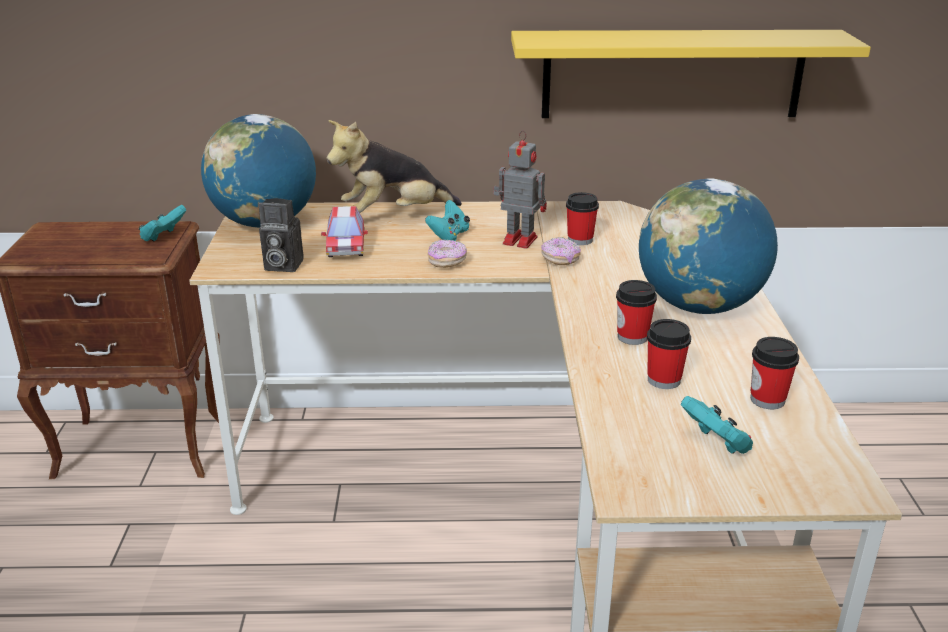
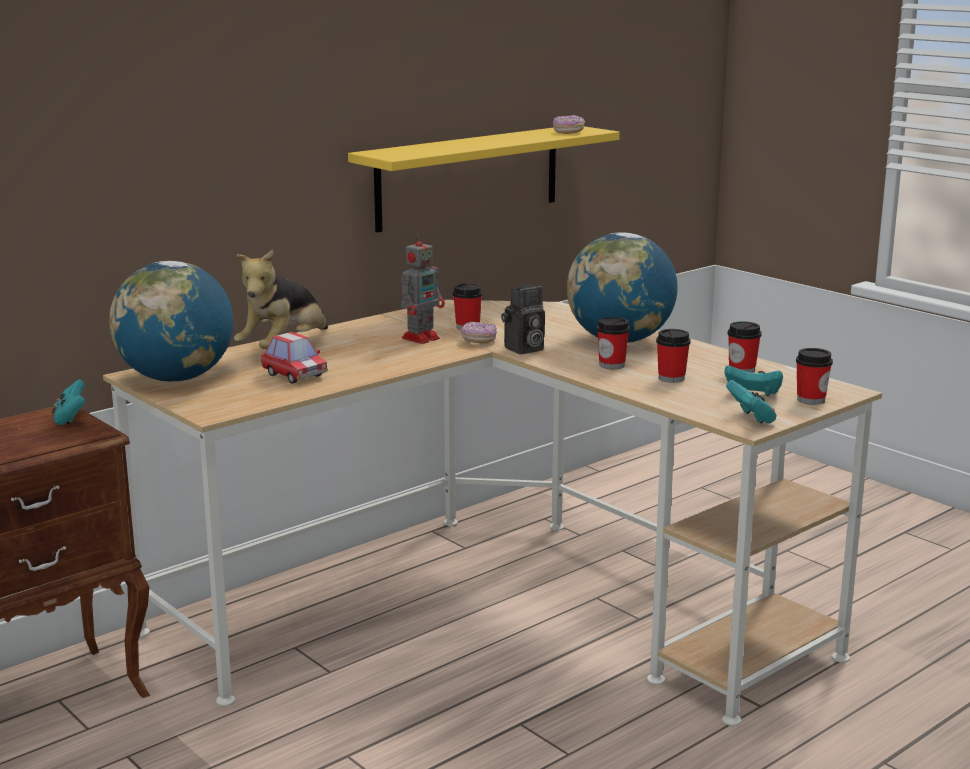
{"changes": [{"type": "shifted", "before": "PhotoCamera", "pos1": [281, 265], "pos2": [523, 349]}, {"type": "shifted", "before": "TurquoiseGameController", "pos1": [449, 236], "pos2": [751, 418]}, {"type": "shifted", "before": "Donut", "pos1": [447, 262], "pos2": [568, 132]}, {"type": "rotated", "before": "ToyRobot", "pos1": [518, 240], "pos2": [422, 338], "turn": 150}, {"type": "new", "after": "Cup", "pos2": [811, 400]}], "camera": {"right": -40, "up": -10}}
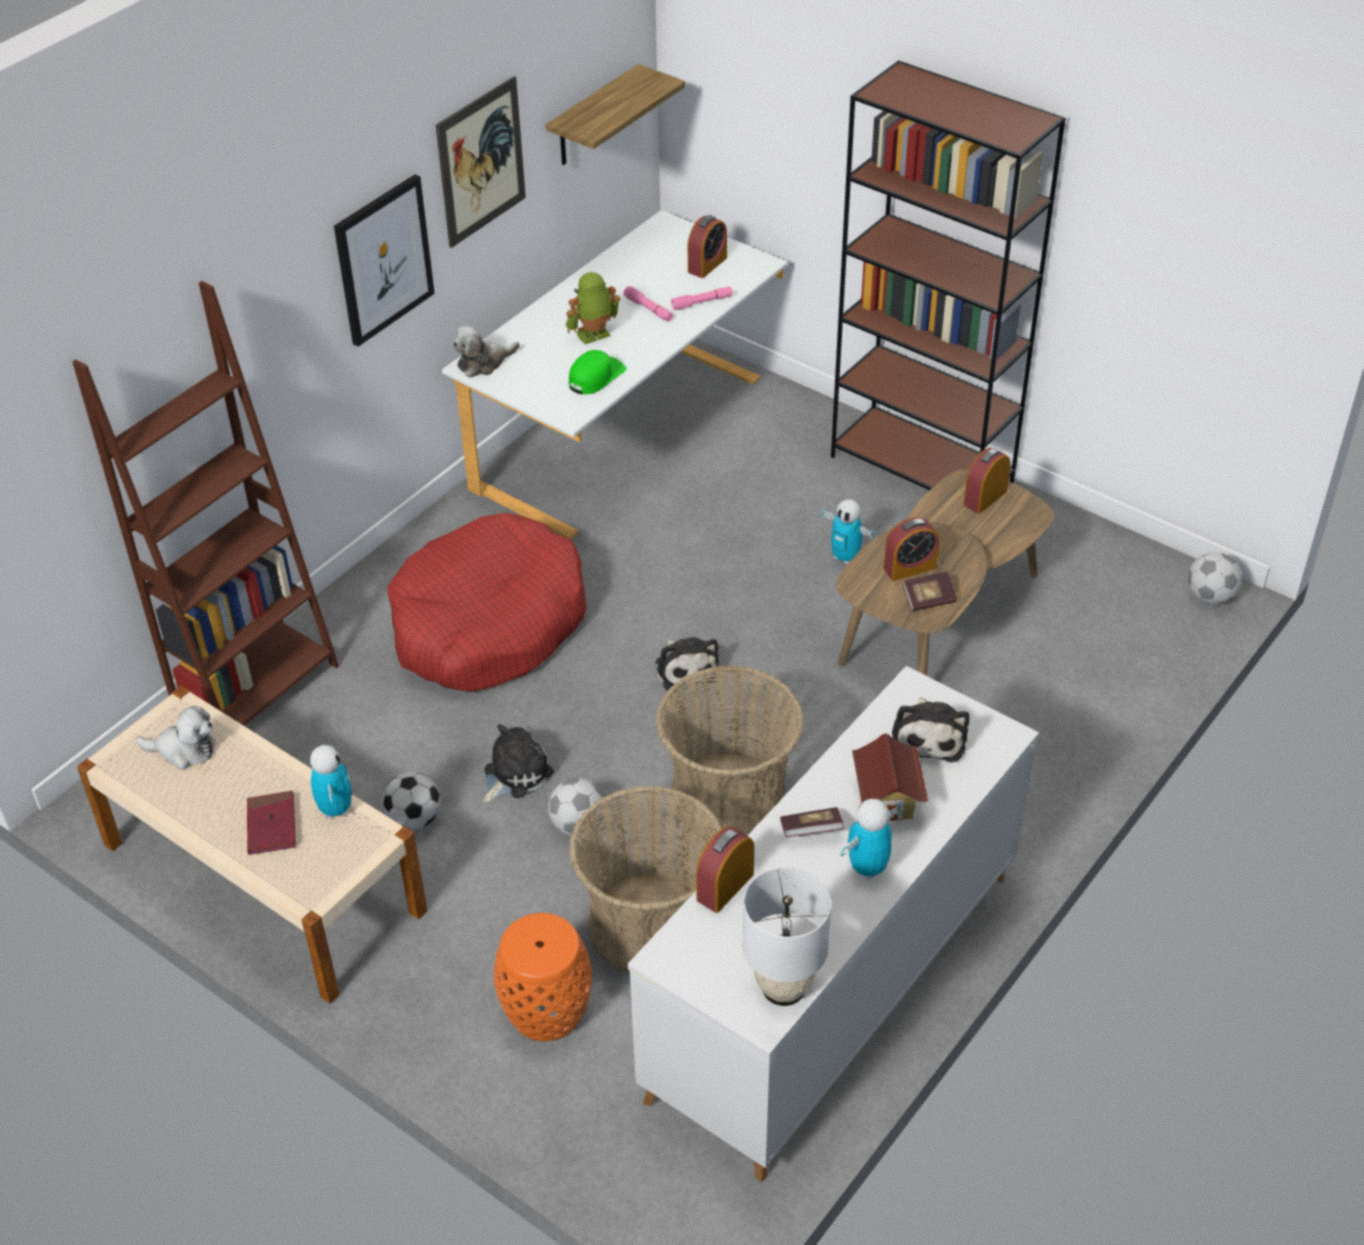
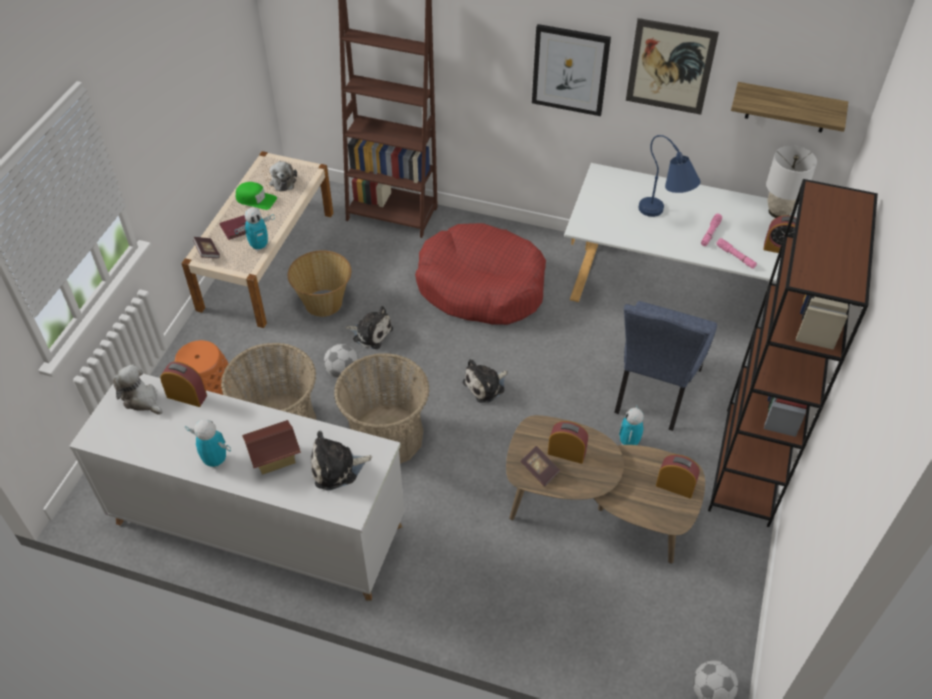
{"changes": [{"type": "swapped", "before": "Football", "after": "Basket", "pos1": [414, 819], "pos2": [324, 303]}, {"type": "shifted", "before": "PlushToy", "pos1": [484, 363], "pos2": [141, 399]}, {"type": "swapped", "before": "ToyRobot", "after": "BlueTableLamp", "pos1": [594, 336], "pos2": [664, 216]}, {"type": "shifted", "before": "GreenCap", "pos1": [596, 376], "pos2": [256, 199]}, {"type": "shifted", "before": "WhiteTableLamp", "pos1": [783, 988], "pos2": [778, 212]}, {"type": "shifted", "before": "Book", "pos1": [811, 831], "pos2": [207, 252]}, {"type": "rotated", "before": "AlarmClock", "pos1": [910, 568], "pos2": [566, 453], "turn": 150}, {"type": "new", "after": "BlueChair", "pos2": [655, 387]}], "camera": {"right": 70, "up": 5}}
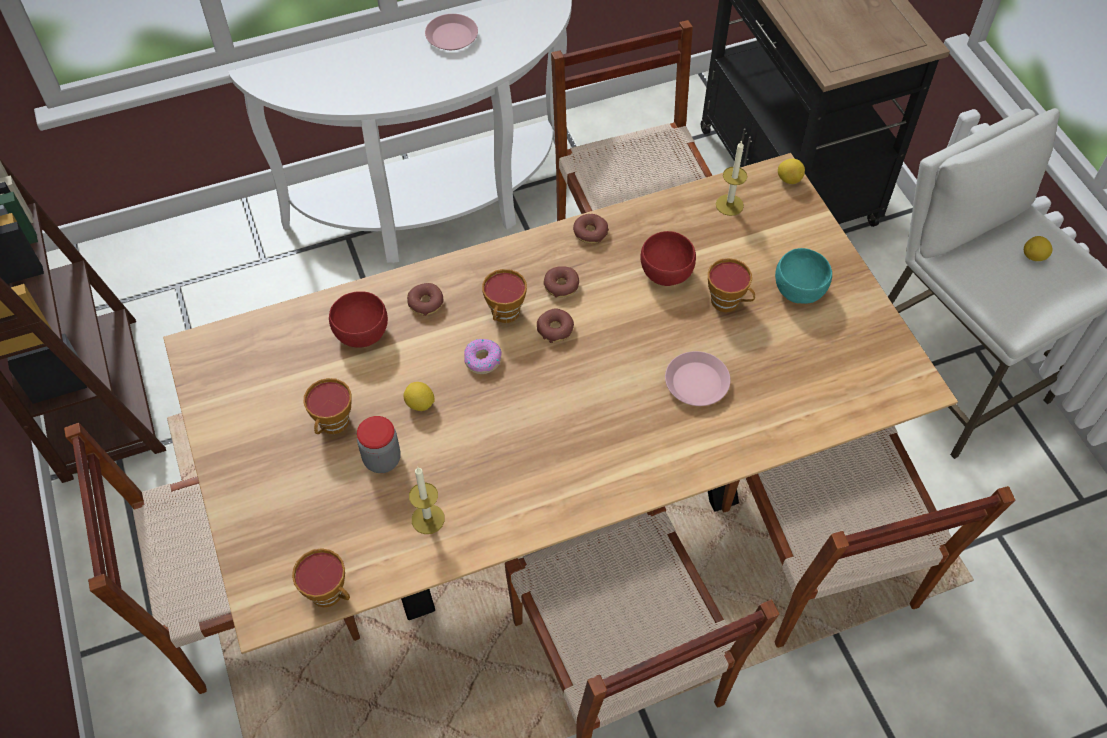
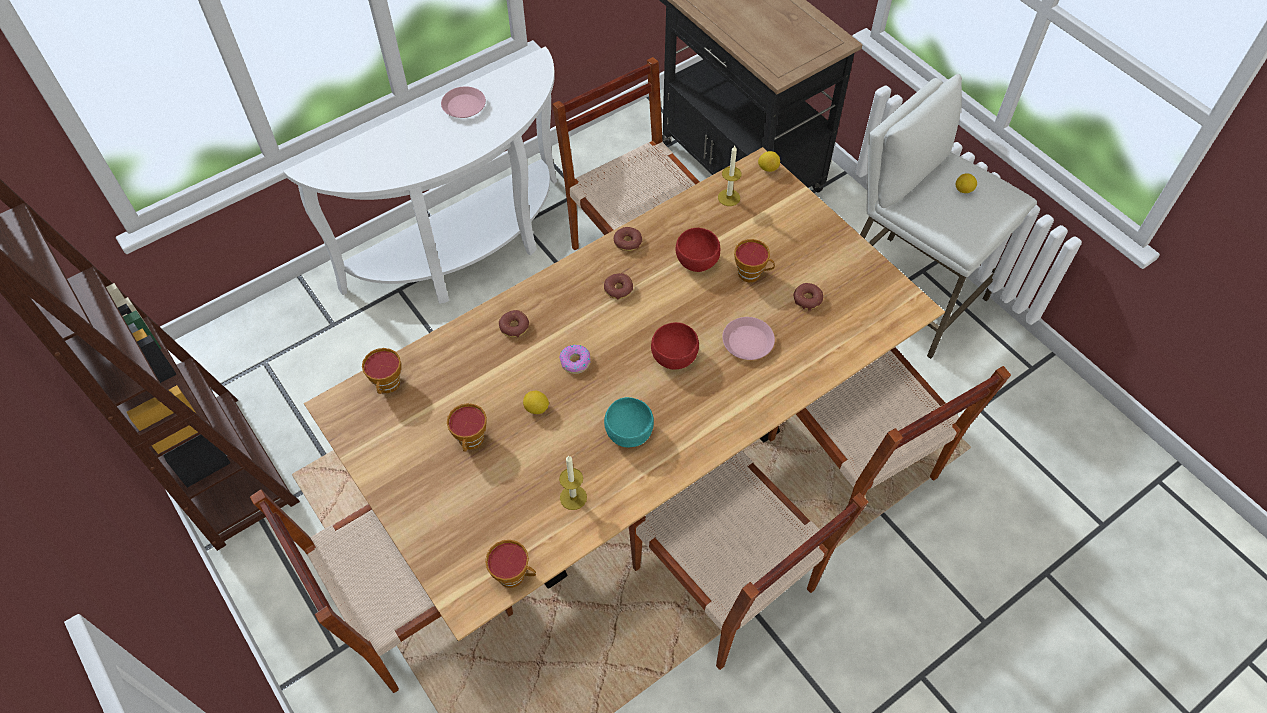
{"changes": [{"type": "shifted", "before": "RedBowl", "pos1": [360, 332], "pos2": [673, 356]}, {"type": "gone", "before": "Jar", "pos1": [382, 459]}, {"type": "shifted", "before": "Cup", "pos1": [505, 314], "pos2": [388, 385]}, {"type": "shifted", "before": "Donut", "pos1": [555, 329], "pos2": [807, 299]}, {"type": "shifted", "before": "TurquoiseBowl", "pos1": [799, 289], "pos2": [628, 431]}], "camera": {"right": -15, "up": 0}}
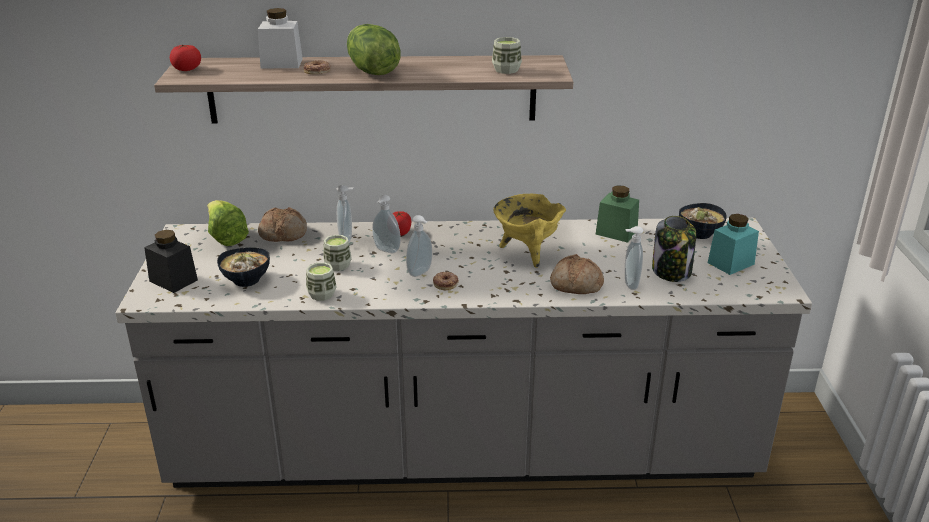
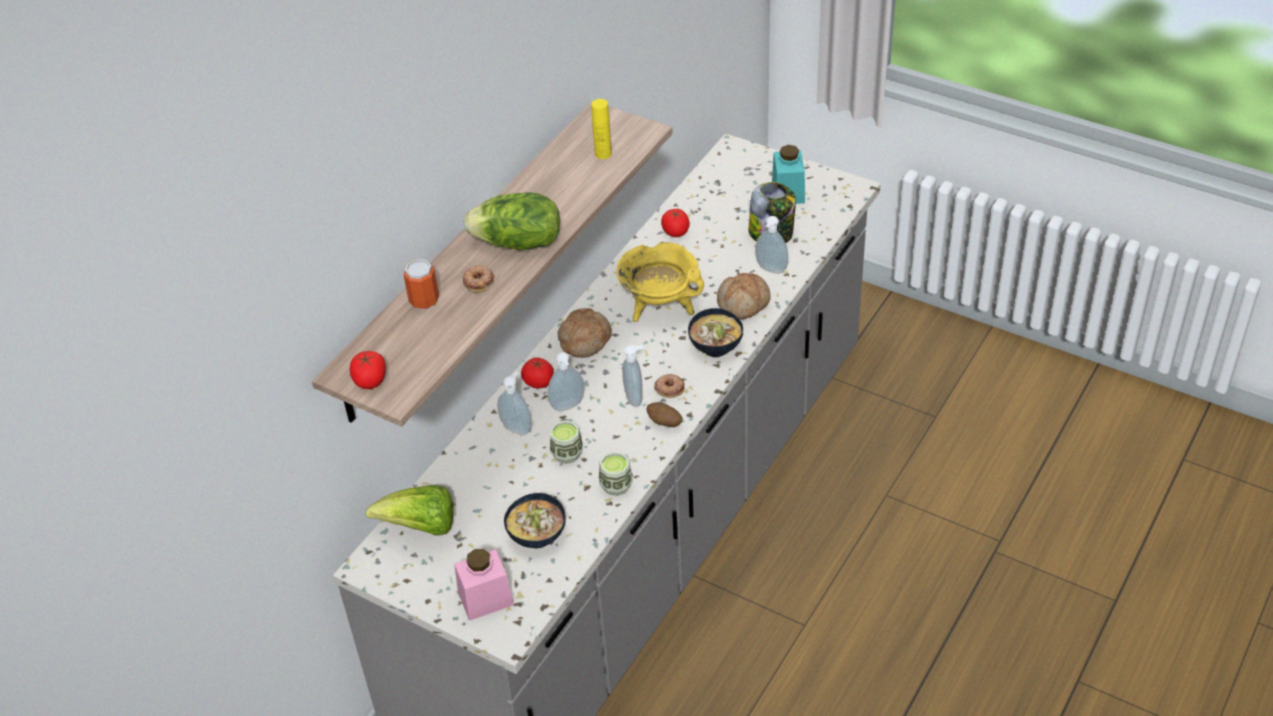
{"changes": [{"type": "repainted", "before": "BlackJar", "after": "PinkJar", "pos1": [173, 280], "pos2": [485, 598]}, {"type": "swapped", "before": "WhiteJar", "after": "Can", "pos1": [281, 63], "pos2": [424, 301]}, {"type": "shifted", "before": "Bread", "pos1": [283, 233], "pos2": [584, 339]}, {"type": "swapped", "before": "Cup", "after": "YellowBottle", "pos1": [506, 70], "pos2": [603, 153]}, {"type": "swapped", "before": "GreenJar", "after": "Tomato", "pos1": [616, 232], "pos2": [675, 232]}, {"type": "shifted", "before": "Bowl", "pos1": [698, 233], "pos2": [715, 348]}, {"type": "new", "after": "Potato", "pos2": [664, 423]}], "camera": {"right": -55, "up": 15}}
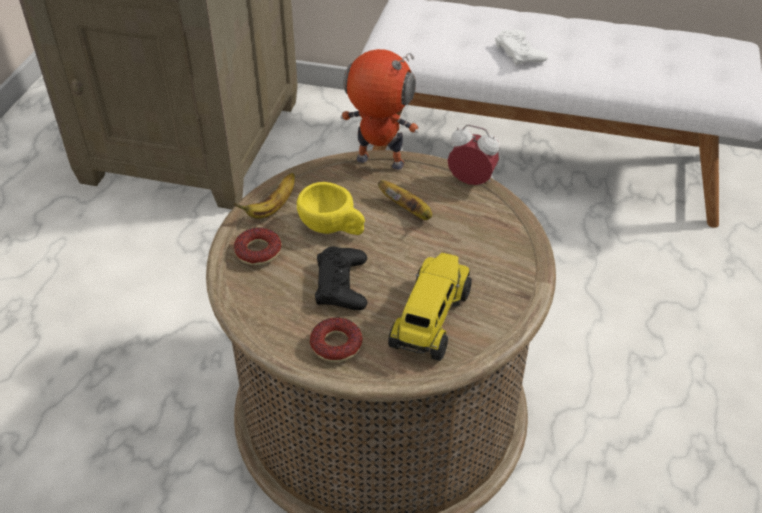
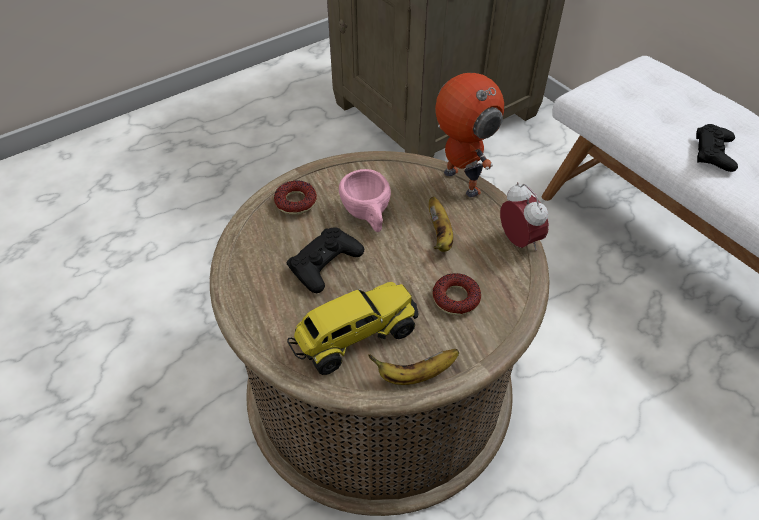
{"changes": [{"type": "shifted", "before": "Banana", "pos1": [272, 208], "pos2": [415, 375]}, {"type": "repainted", "before": "YellowCup", "after": "PinkCup", "pos1": [333, 228], "pos2": [368, 215]}, {"type": "shifted", "before": "Donut", "pos1": [336, 344], "pos2": [455, 298]}, {"type": "repainted", "before": "WhiteGameController", "after": "BlackGameController", "pos1": [520, 52], "pos2": [714, 152]}], "camera": {"right": 40, "up": 5}}
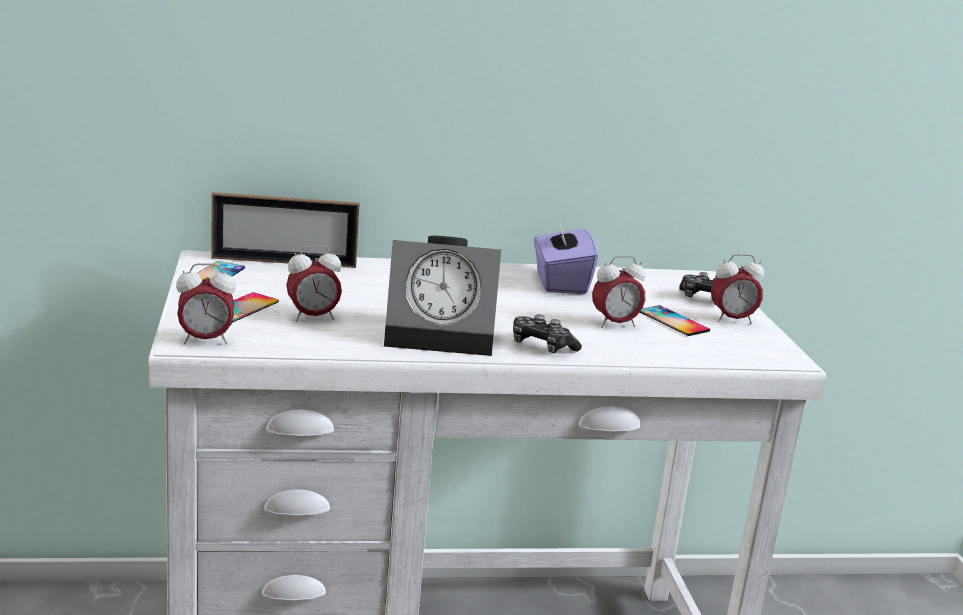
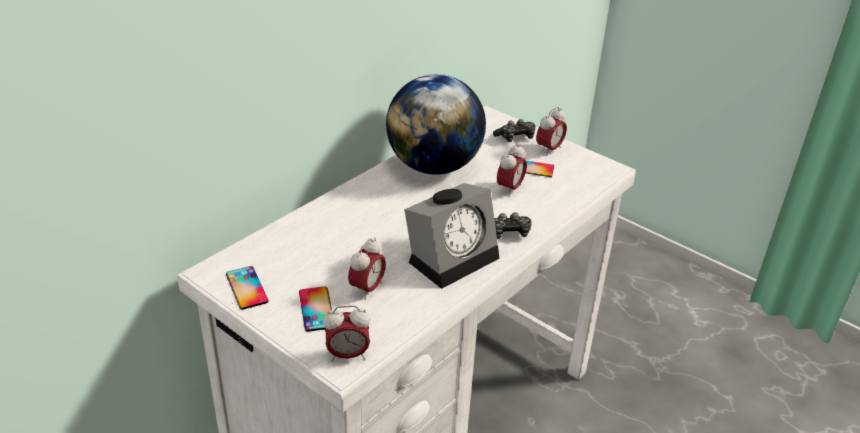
{"changes": [{"type": "rotated", "before": "AlarmClock", "pos1": [205, 340], "pos2": [347, 355], "turn": 45}, {"type": "gone", "before": "PictureFrame", "pos1": [284, 262]}, {"type": "swapped", "before": "PurpleTissueBox", "after": "Globe", "pos1": [560, 282], "pos2": [434, 166]}], "camera": {"right": -40, "up": 15}}
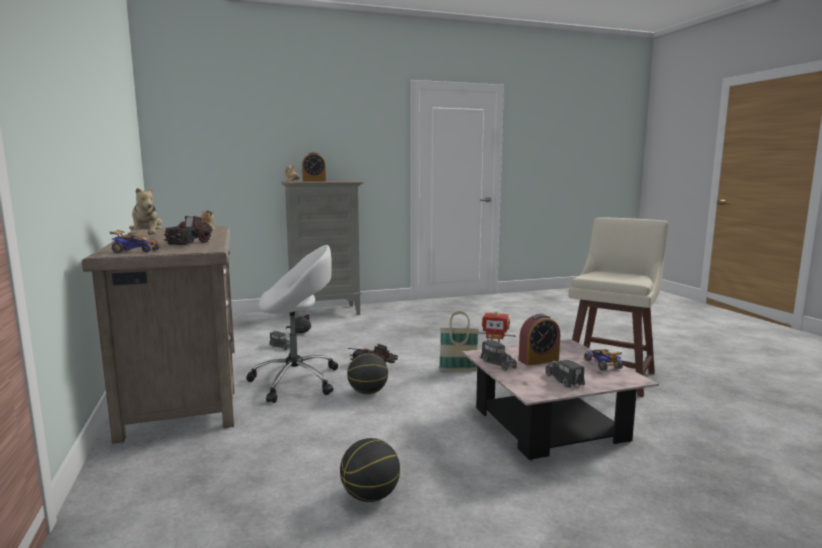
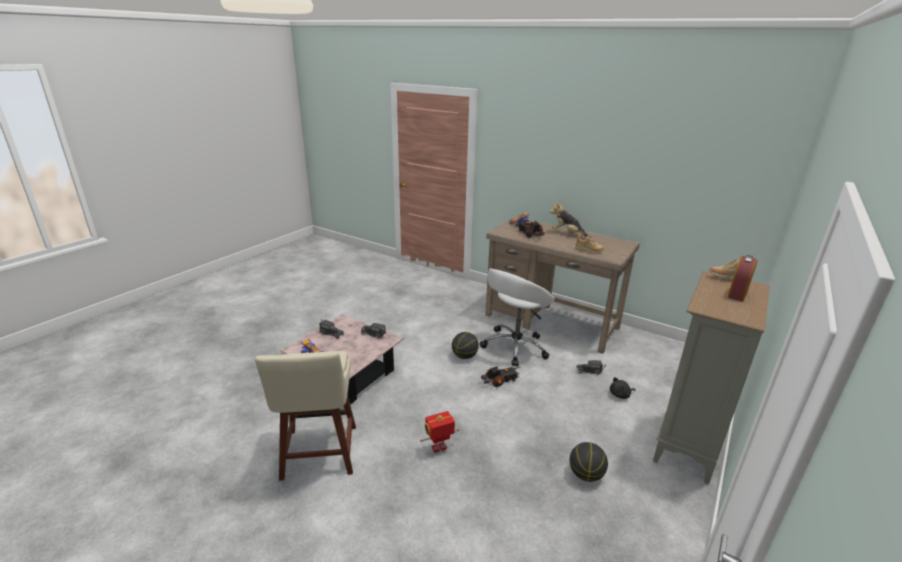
{"changes": [{"type": "shifted", "before": "Basketball", "pos1": [370, 496], "pos2": [586, 474]}, {"type": "gone", "before": "Basket", "pos1": [458, 370]}, {"type": "gone", "before": "AlarmClock", "pos1": [538, 360]}], "camera": {"right": 140, "up": 15}}
